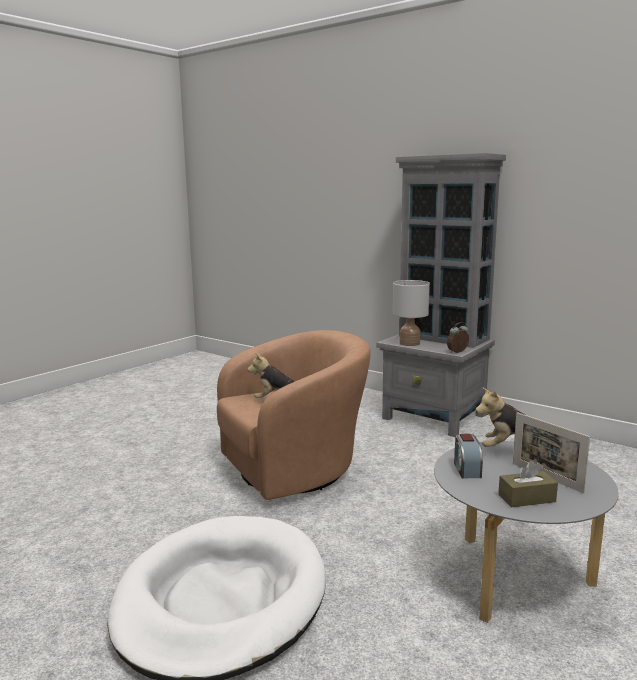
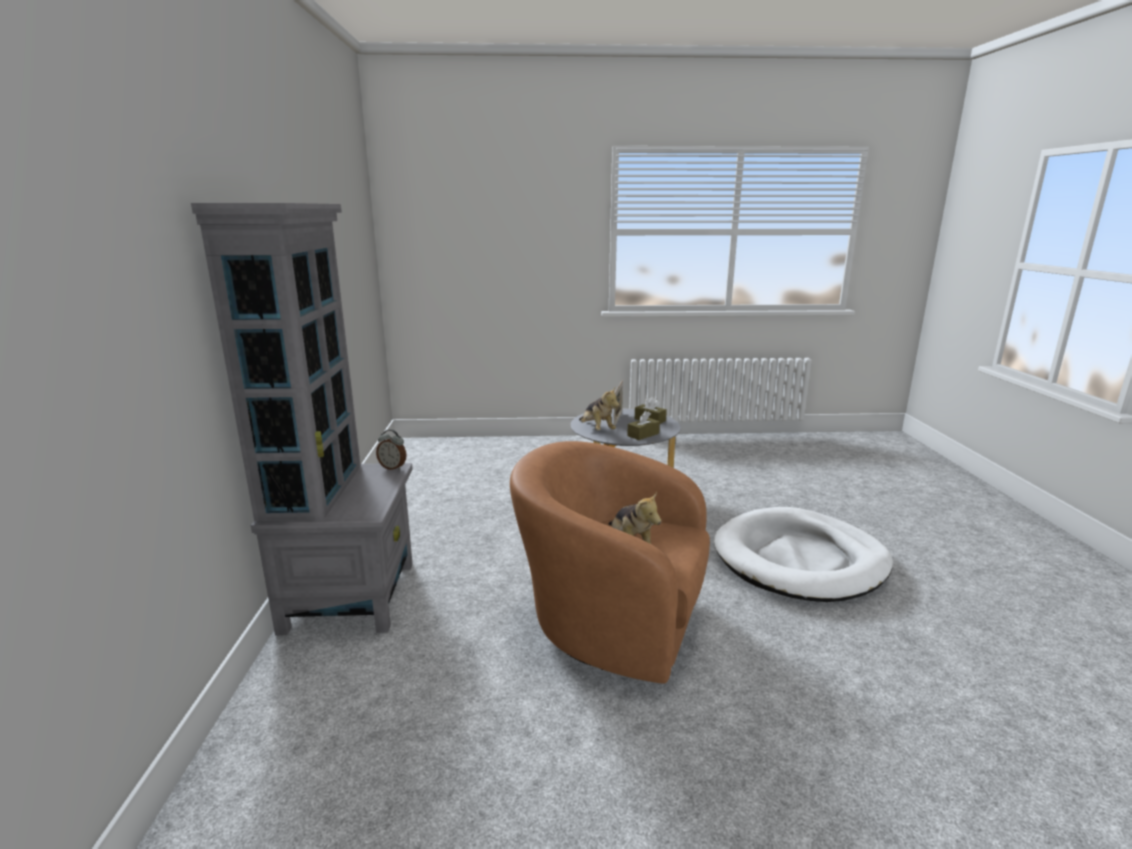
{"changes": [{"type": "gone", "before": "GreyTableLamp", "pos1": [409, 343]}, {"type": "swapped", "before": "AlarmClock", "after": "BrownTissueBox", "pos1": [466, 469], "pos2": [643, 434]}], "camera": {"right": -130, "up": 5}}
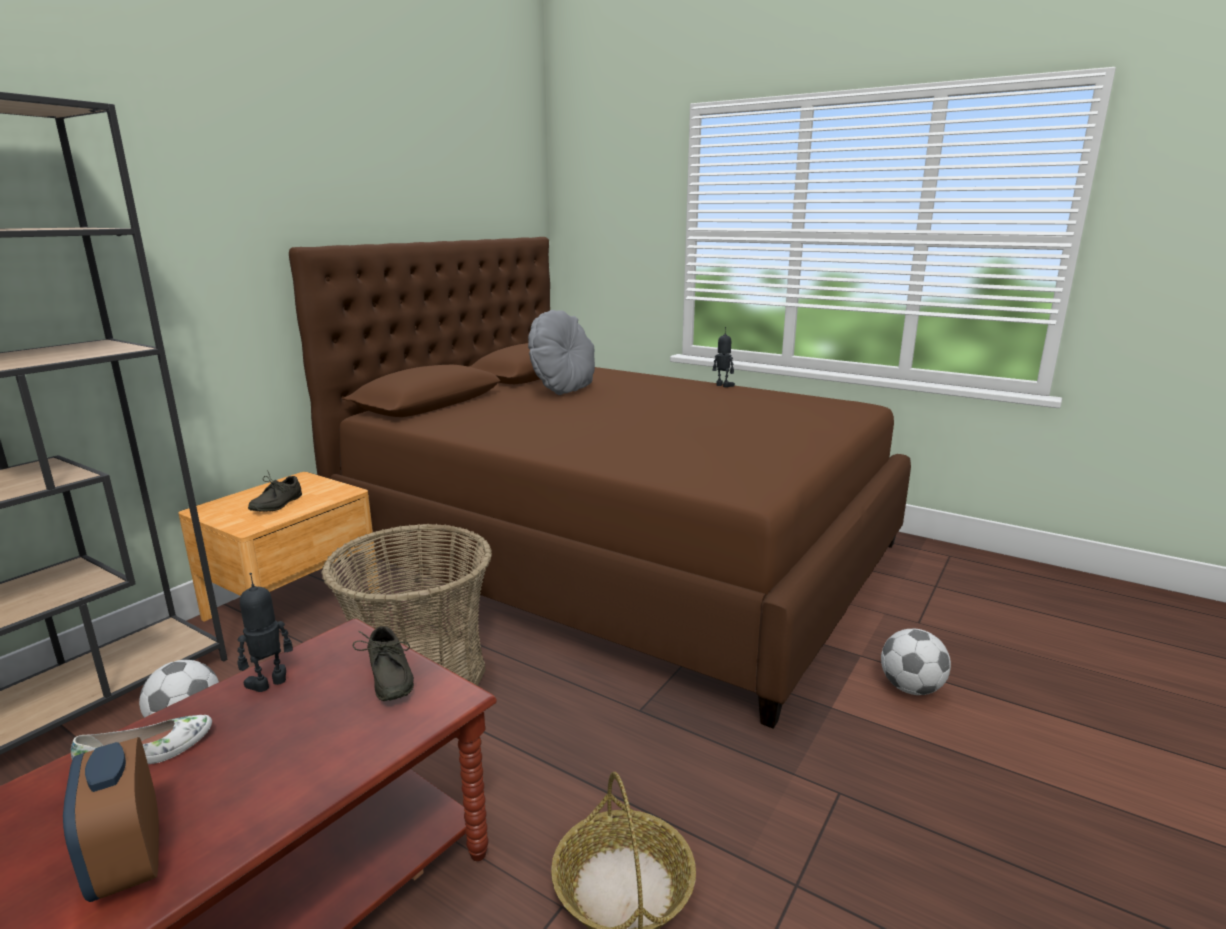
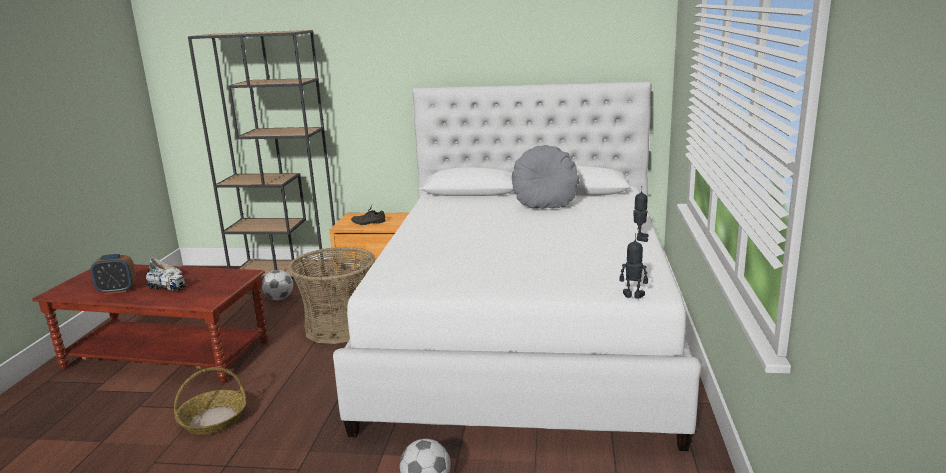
{"changes": [{"type": "rotated", "before": "AlarmClock", "pos1": [128, 863], "pos2": [117, 290], "turn": -135}, {"type": "shifted", "before": "ToyRobot", "pos1": [270, 683], "pos2": [633, 296]}, {"type": "repainted", "before": "BrownBed", "after": "WhiteBed", "pos1": [621, 552], "pos2": [525, 336]}, {"type": "gone", "before": "GreyShoe", "pos1": [386, 679]}, {"type": "new", "after": "ToyTruck", "pos2": [166, 288]}], "camera": {"right": 65, "up": 0}}
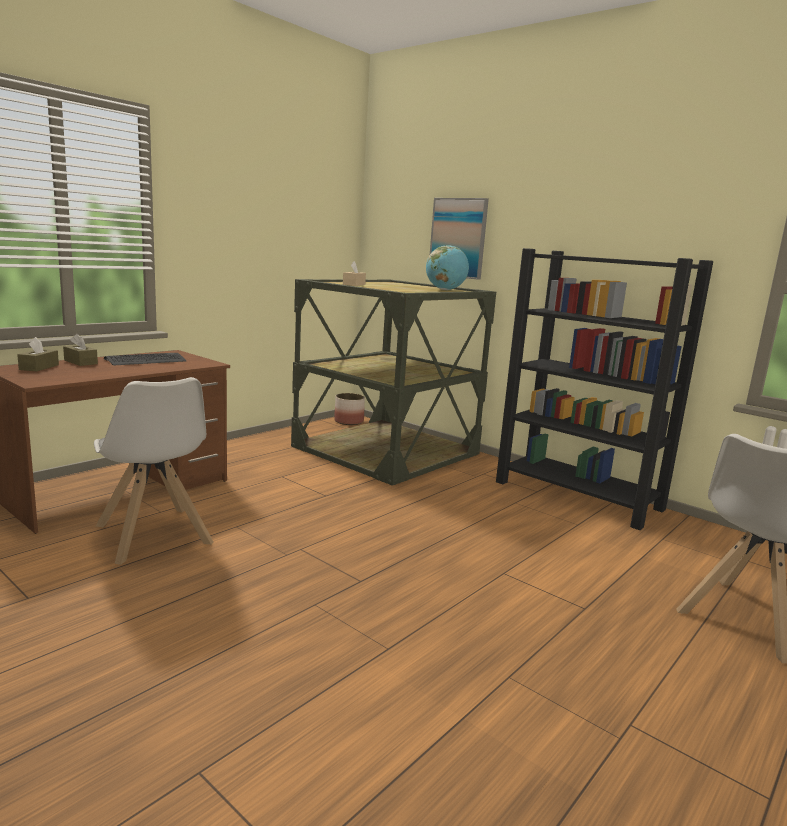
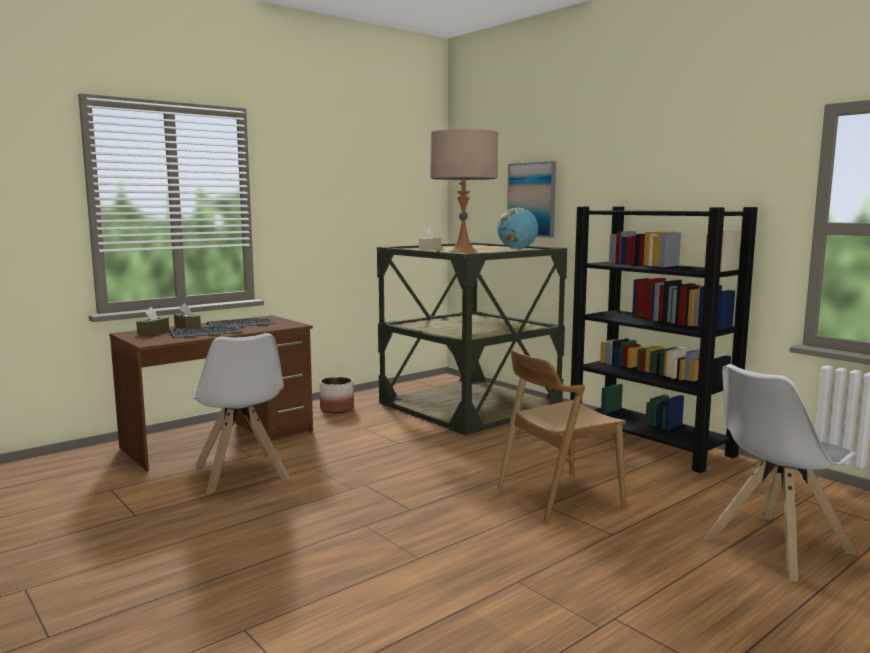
{"changes": [{"type": "shifted", "before": "Planter", "pos1": [349, 421], "pos2": [337, 409]}, {"type": "new", "after": "Keyboard", "pos2": [206, 333]}, {"type": "new", "after": "BeigeTableLamp", "pos2": [463, 251]}, {"type": "new", "after": "BrownChair", "pos2": [558, 497]}], "camera": {"right": 10, "up": -5}}
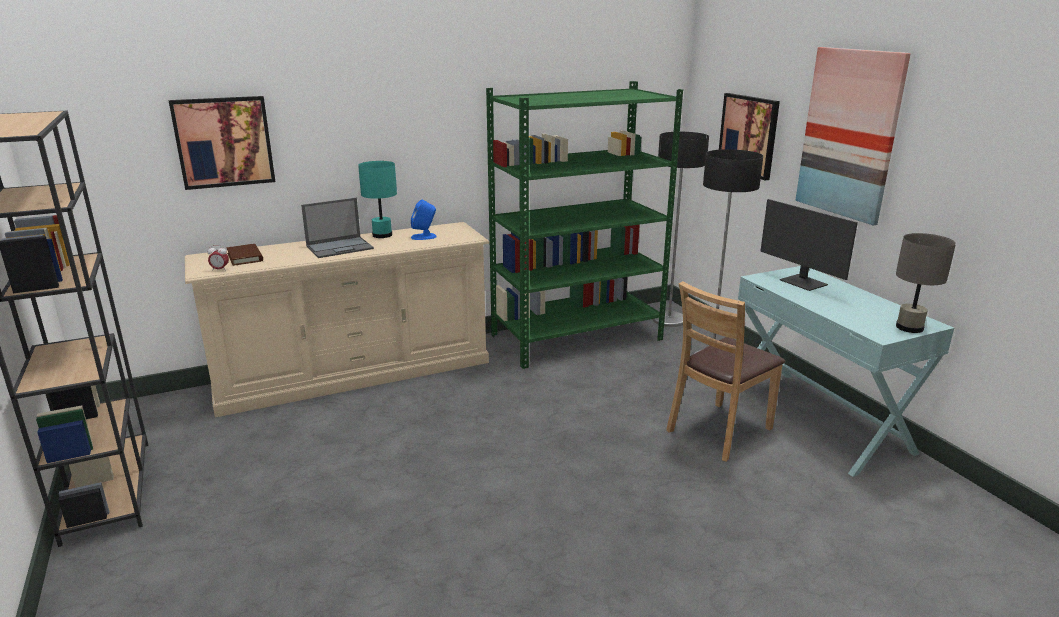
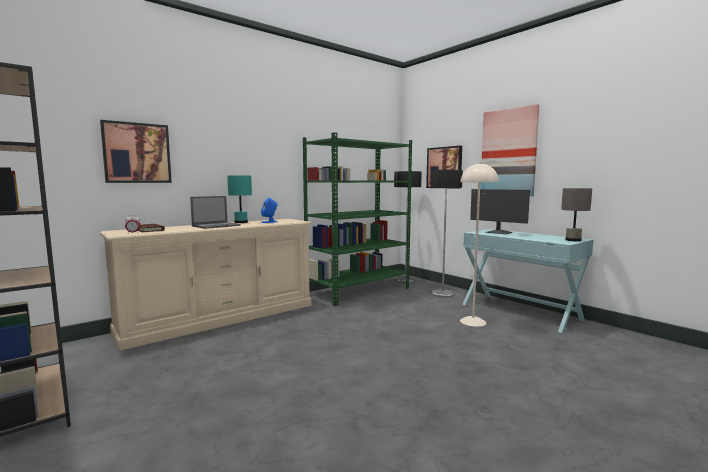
{"changes": [{"type": "swapped", "before": "BrownChair", "after": "BeigeFloorLamp", "pos1": [719, 431], "pos2": [472, 321]}], "camera": {"right": -15, "up": -15}}
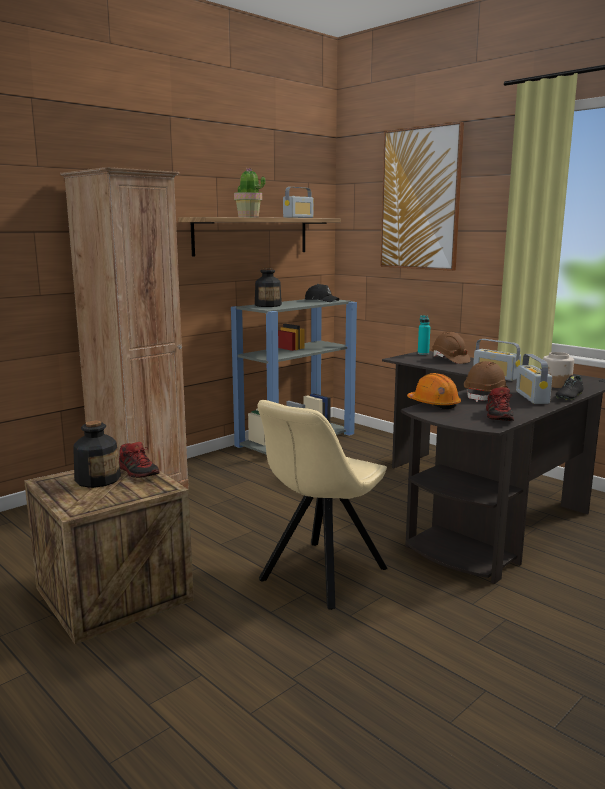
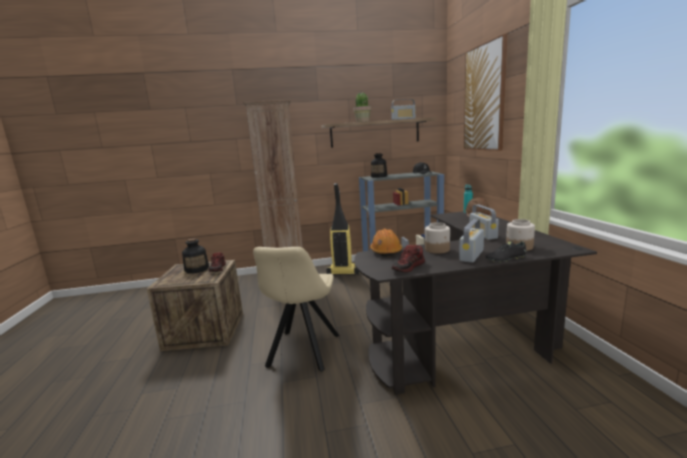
{"changes": [{"type": "rotated", "before": "BeigeChair", "pos1": [322, 574], "pos2": [303, 350], "turn": -60}, {"type": "swapped", "before": "BrownHardHat", "after": "Jar", "pos1": [486, 396], "pos2": [437, 249]}, {"type": "new", "after": "VacuumCleaner", "pos2": [343, 273]}], "camera": {"right": 35, "up": 0}}
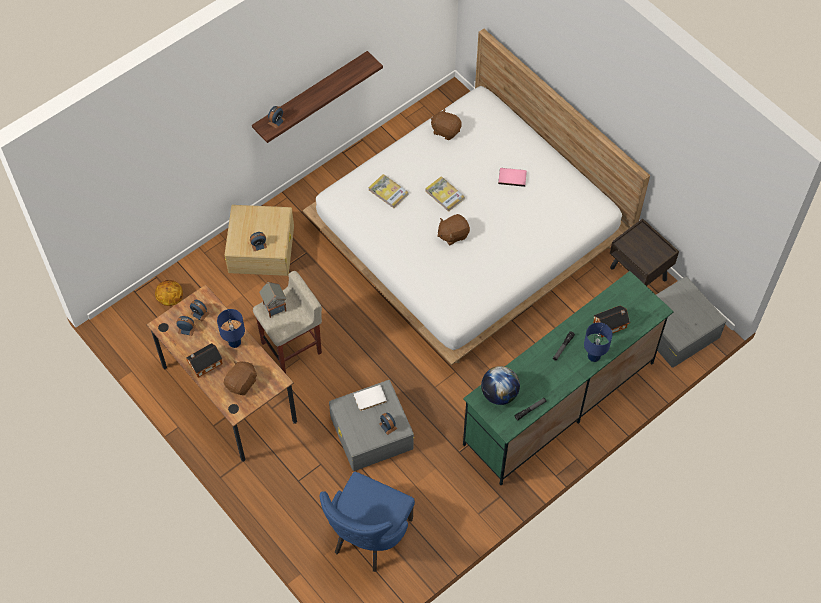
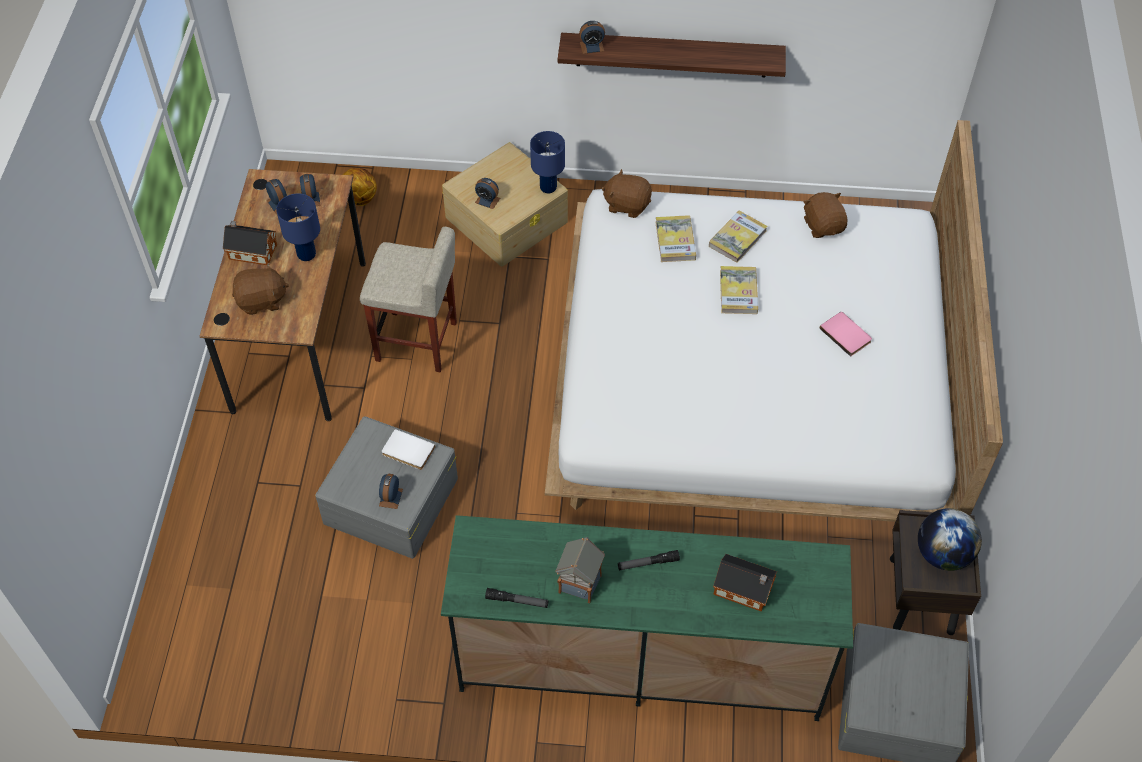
{"changes": [{"type": "shifted", "before": "ToyHouse", "pos1": [274, 307], "pos2": [580, 582]}, {"type": "gone", "before": "BlueChair", "pos1": [368, 536]}, {"type": "shifted", "before": "BrownPlushToy", "pos1": [453, 234], "pos2": [627, 205]}, {"type": "shifted", "before": "Globe", "pos1": [499, 394], "pos2": [942, 554]}, {"type": "shifted", "before": "BlueTableLamp", "pos1": [594, 356], "pos2": [549, 188]}, {"type": "new", "after": "Book", "pos2": [737, 238]}], "camera": {"right": 45, "up": -5}}
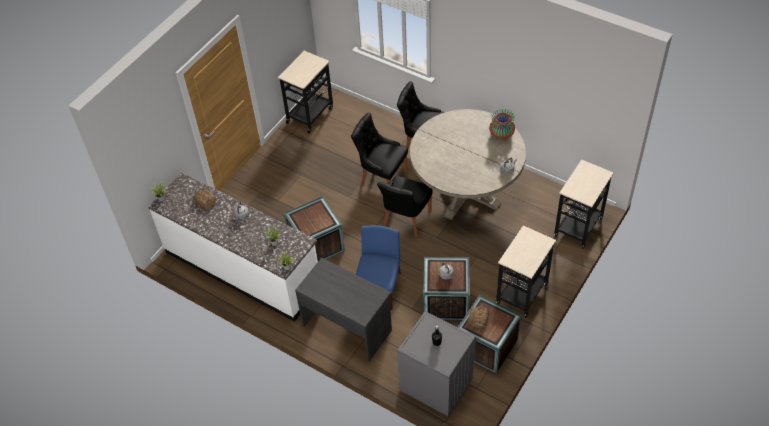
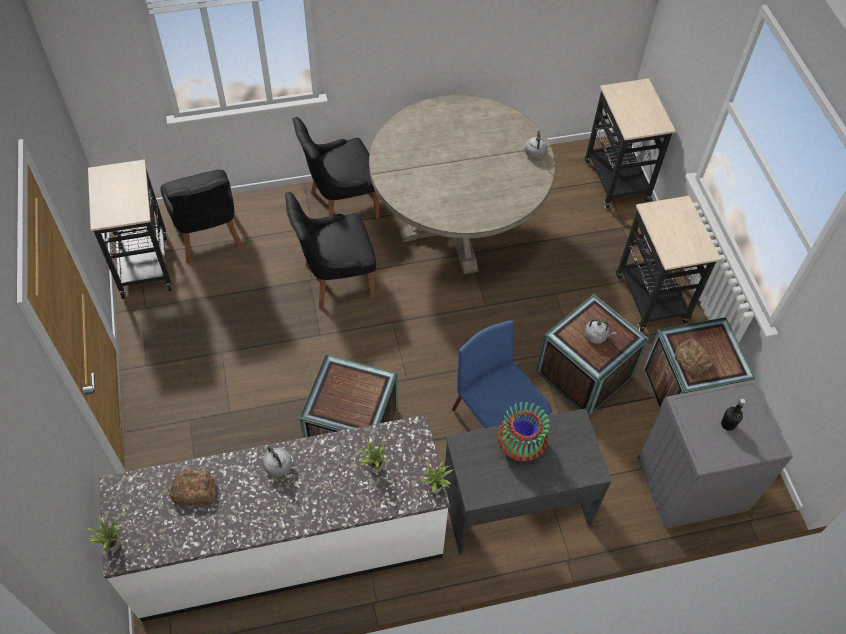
{"changes": [{"type": "shifted", "before": "BlackChair", "pos1": [405, 220], "pos2": [209, 238]}, {"type": "shifted", "before": "Vase", "pos1": [501, 134], "pos2": [521, 444]}], "camera": {"right": -50, "up": 5}}
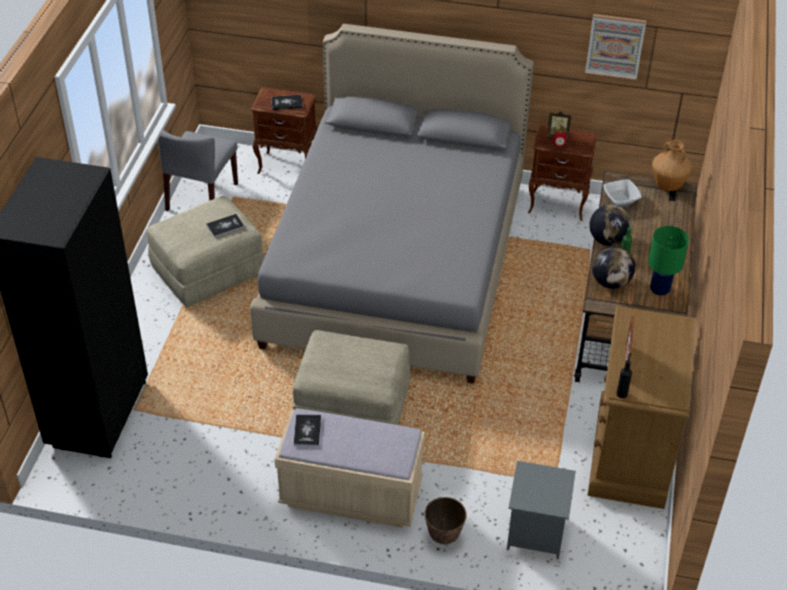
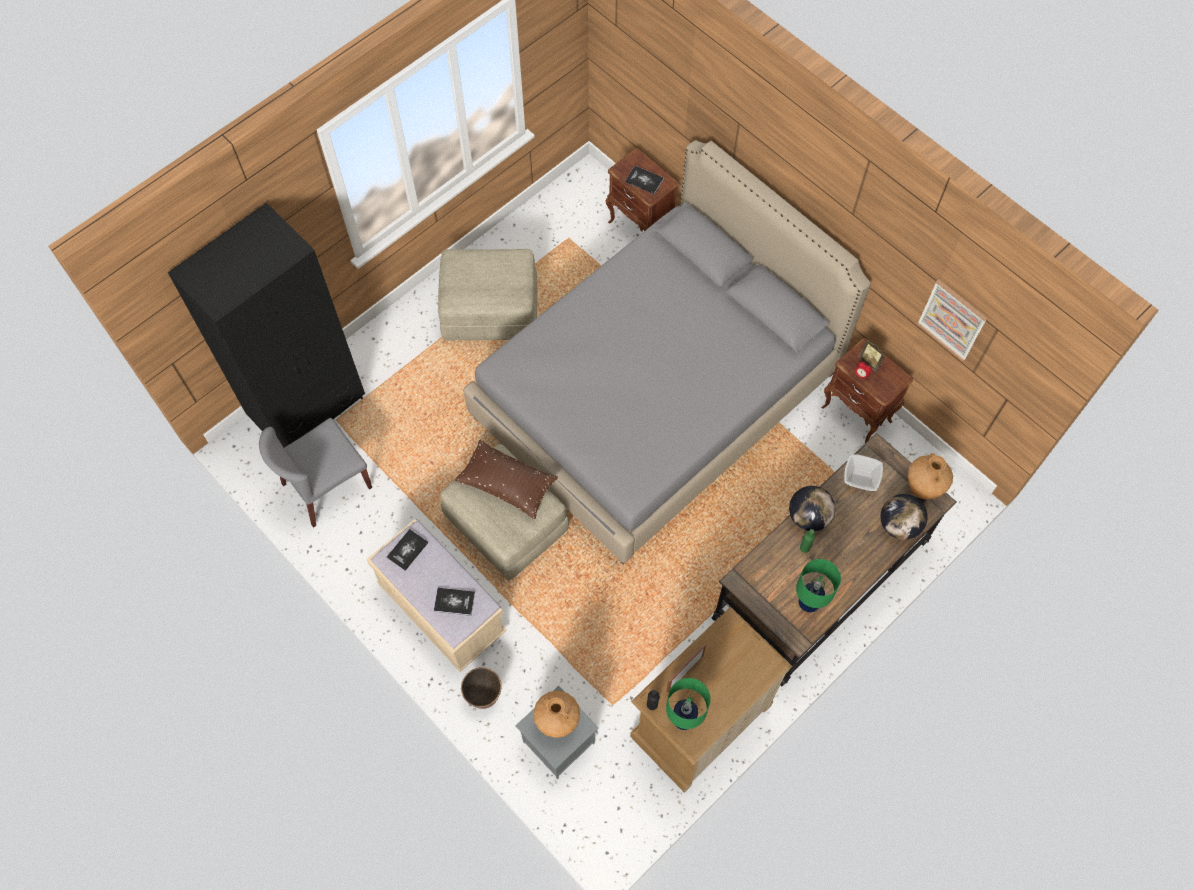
{"changes": [{"type": "shifted", "before": "GreyChair", "pos1": [202, 197], "pos2": [326, 486]}, {"type": "shifted", "before": "Book", "pos1": [225, 226], "pos2": [454, 601]}, {"type": "shifted", "before": "Globe", "pos1": [610, 282], "pos2": [898, 525]}, {"type": "new", "after": "BrownPillow", "pos2": [507, 484]}, {"type": "new", "after": "BrownVase", "pos2": [558, 721]}, {"type": "new", "after": "GreenTableLamp", "pos2": [683, 719]}], "camera": {"right": 35, "up": 20}}
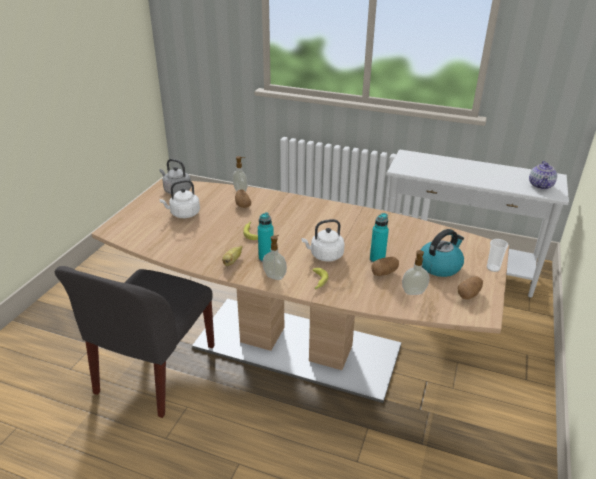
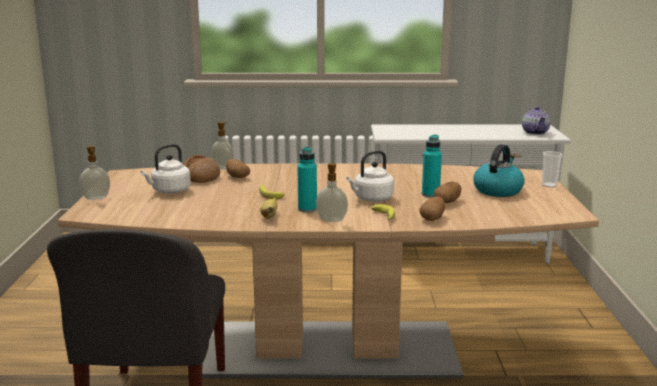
{"changes": [{"type": "gone", "before": "GreyKettle", "pos1": [176, 190]}, {"type": "shifted", "before": "SoapDispenser", "pos1": [414, 293], "pos2": [96, 198]}, {"type": "shifted", "before": "Potato", "pos1": [469, 294], "pos2": [433, 218]}, {"type": "new", "after": "Bread", "pos2": [199, 177]}], "camera": {"right": -20, "up": -15}}
